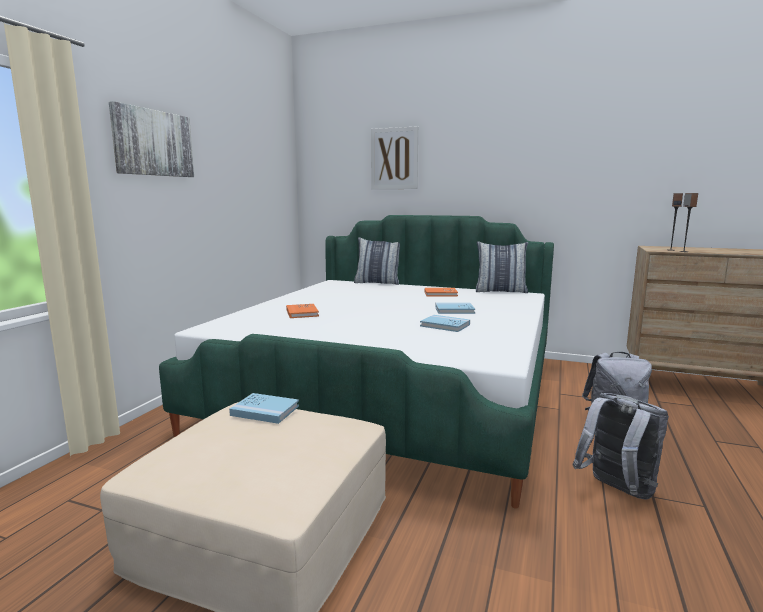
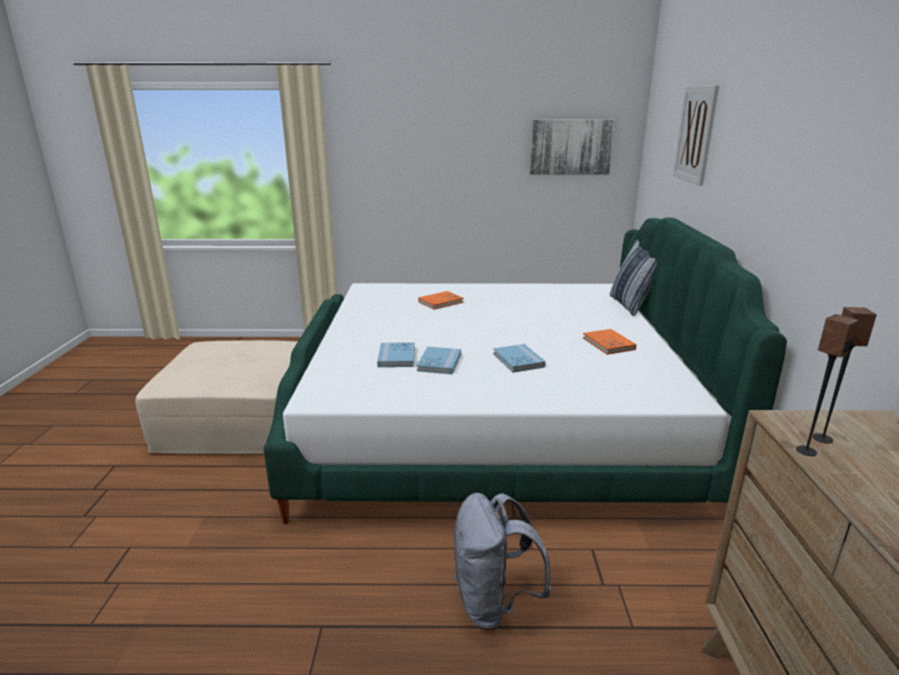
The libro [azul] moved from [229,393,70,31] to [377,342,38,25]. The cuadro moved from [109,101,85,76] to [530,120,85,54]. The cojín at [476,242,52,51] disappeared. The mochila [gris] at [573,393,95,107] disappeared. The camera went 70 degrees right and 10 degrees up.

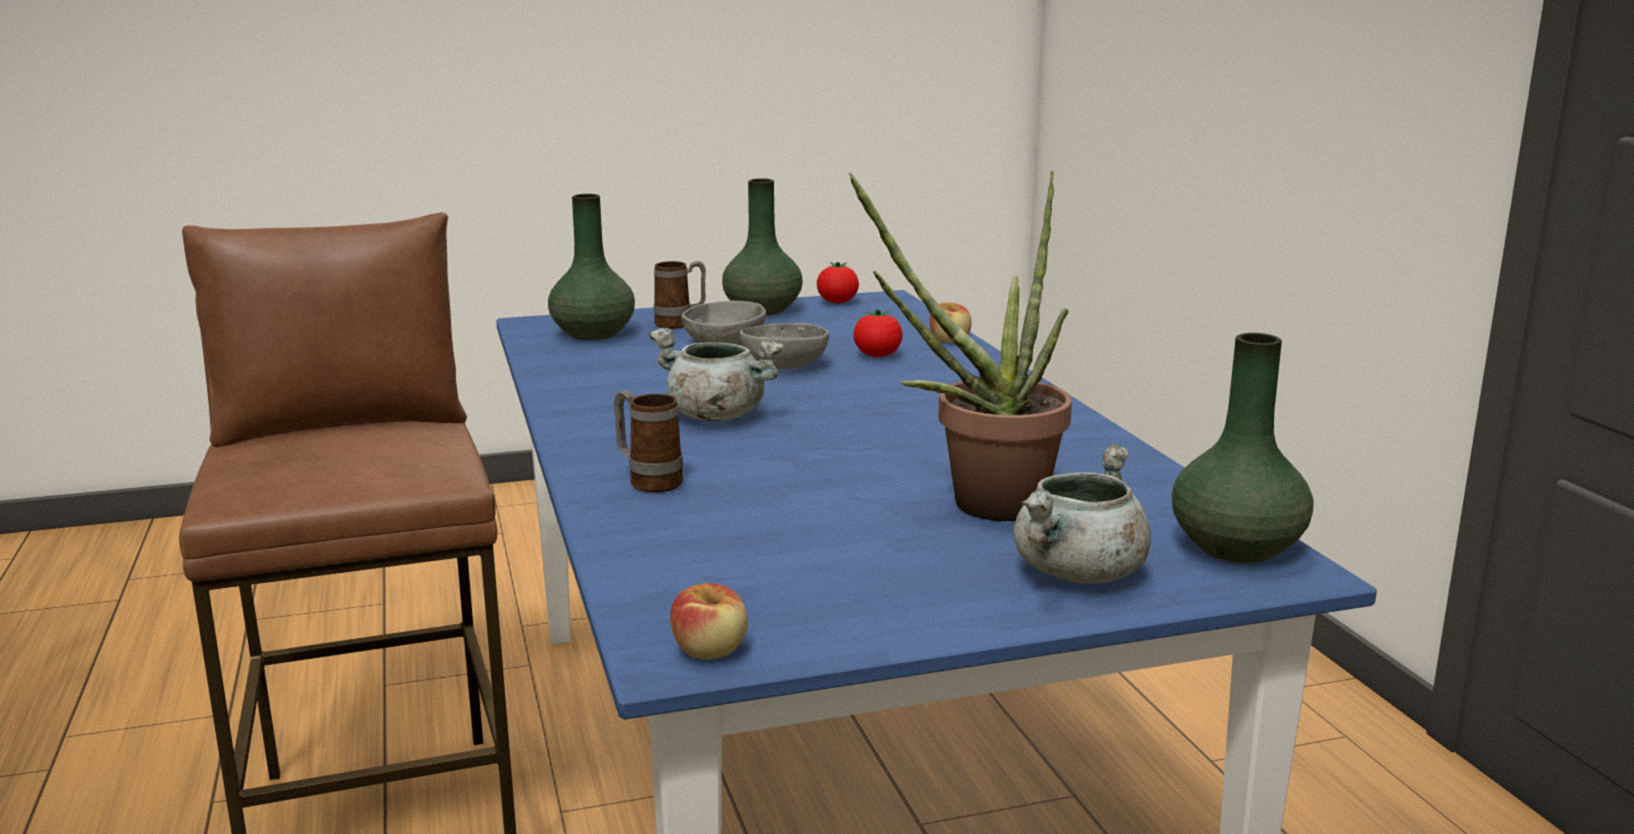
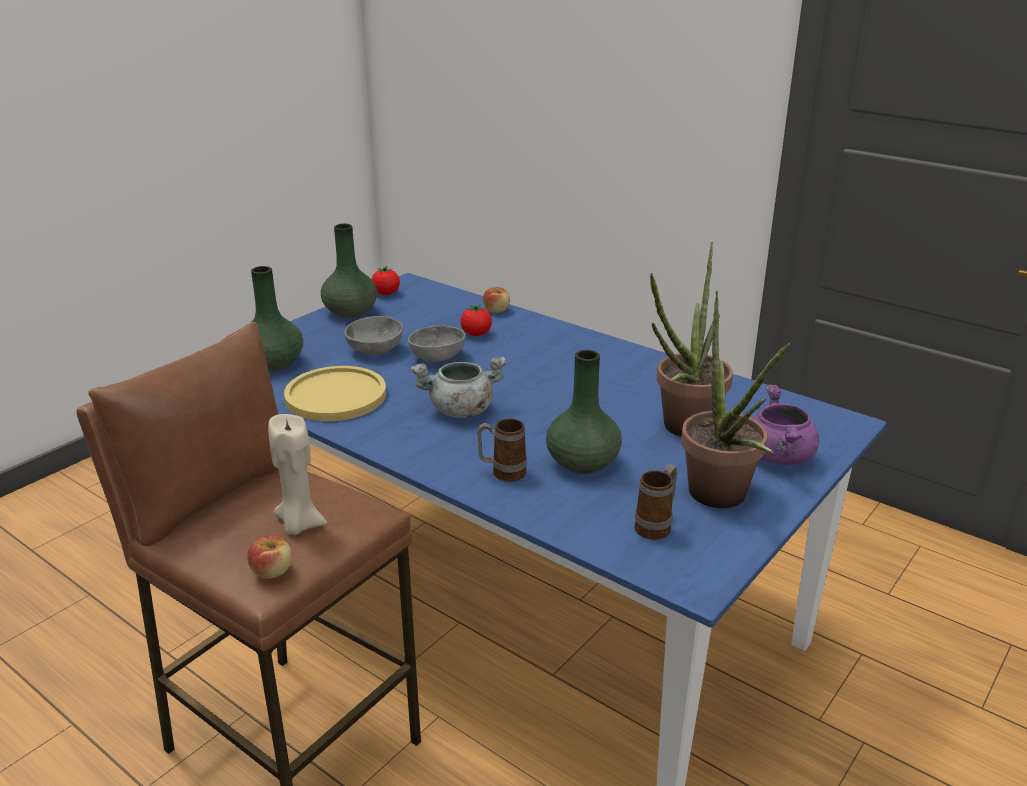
The manzana moved from [670,583,78,76] to [247,535,45,44]. The vela [beis] at [268,414,59,121] appeared. The plato [amarillo] at [284,366,102,55] appeared. The florero [verde] moved from [1171,333,142,230] to [546,350,76,124]. The taza grande moved from [654,261,52,68] to [634,464,43,76]. The planta en maceta at [681,290,109,218] appeared. The olla [gris] at [1014,444,137,140] became the olla [morado] at [753,385,66,80]. The camera went 35 degrees left and 10 degrees up.

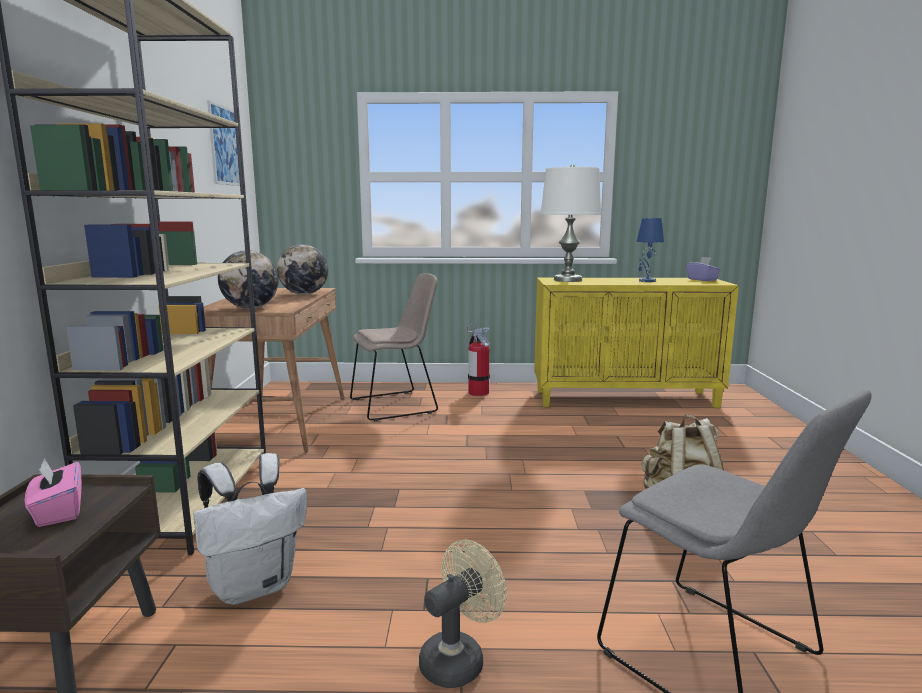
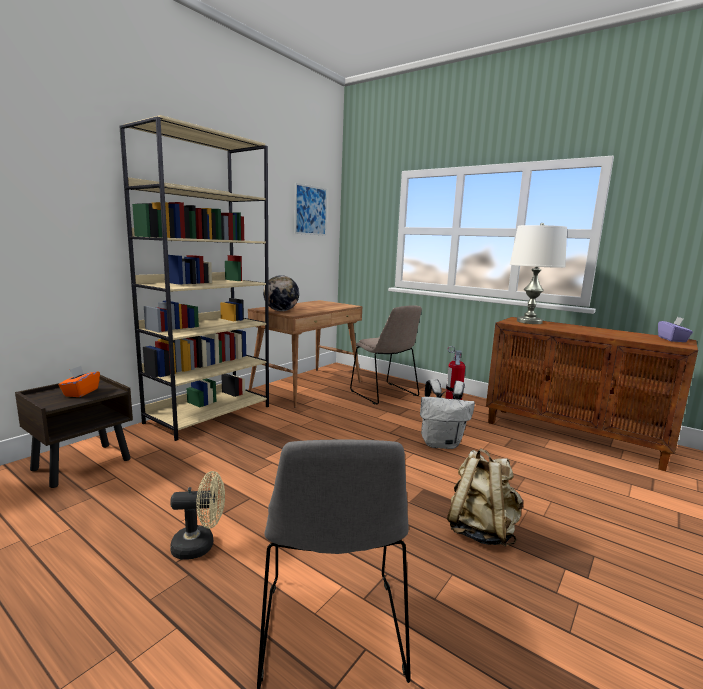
The caja de pañuelos [rosa] at [25,458,57,69] became the caja de pañuelos [naranja] at [59,366,41,31]. The silla [beis] at [350,273,88,148] turned 45 degrees clockwise. The mochila [blanco] moved from [193,453,114,152] to [420,379,55,70]. The armario [amarillo] at [534,278,205,130] became the armario [marrón] at [486,317,212,154]. The globo terráqueo at [277,244,51,51] disappeared. The lámpara de mesa [azul] at [636,218,28,64] disappeared. The camera went 35 degrees right and 0 degrees up.

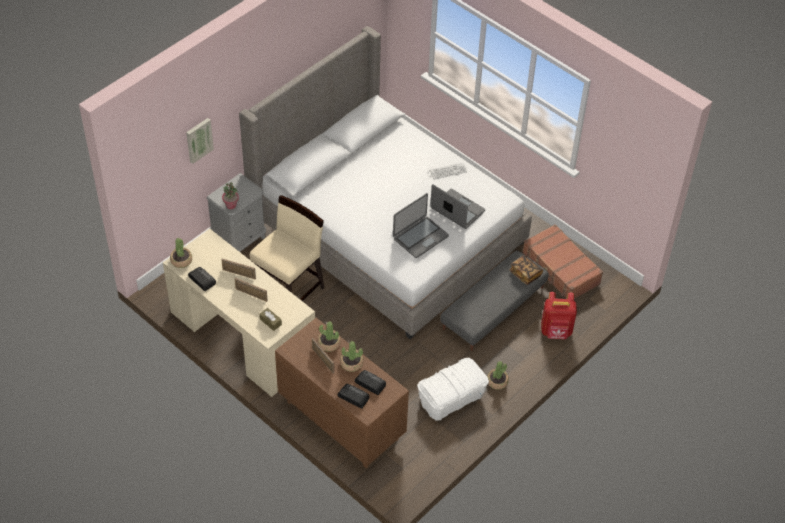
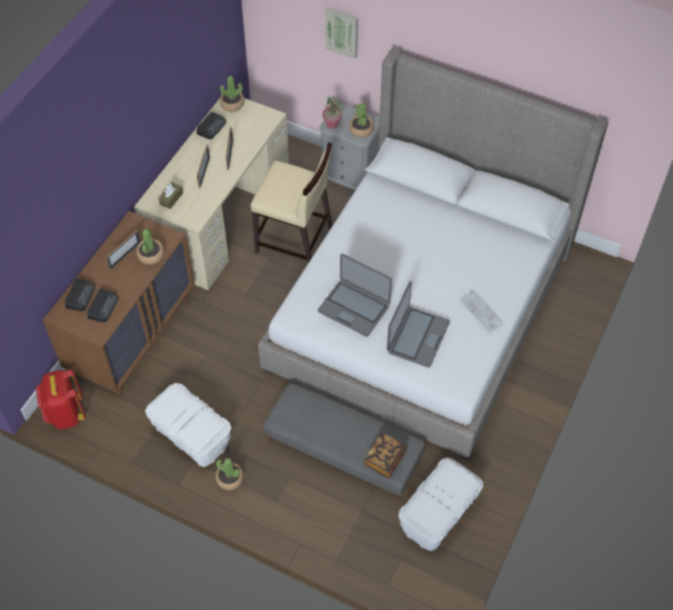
The mochila [rojo] moved from [541,292,36,47] to [36,369,49,60]. The planta en maceta moved from [340,341,23,31] to [349,103,25,35]. The maleta [marrón] at [522,224,81,75] was replaced by the caja de almacenaje [blanco] at [398,458,85,93]. The camera went 75 degrees right and 5 degrees up.

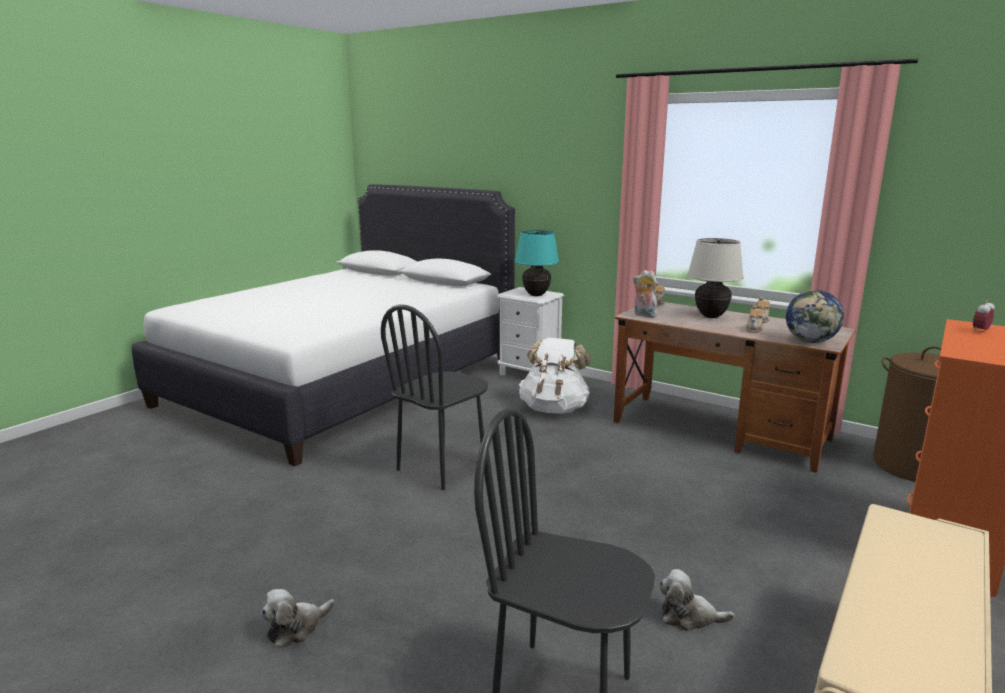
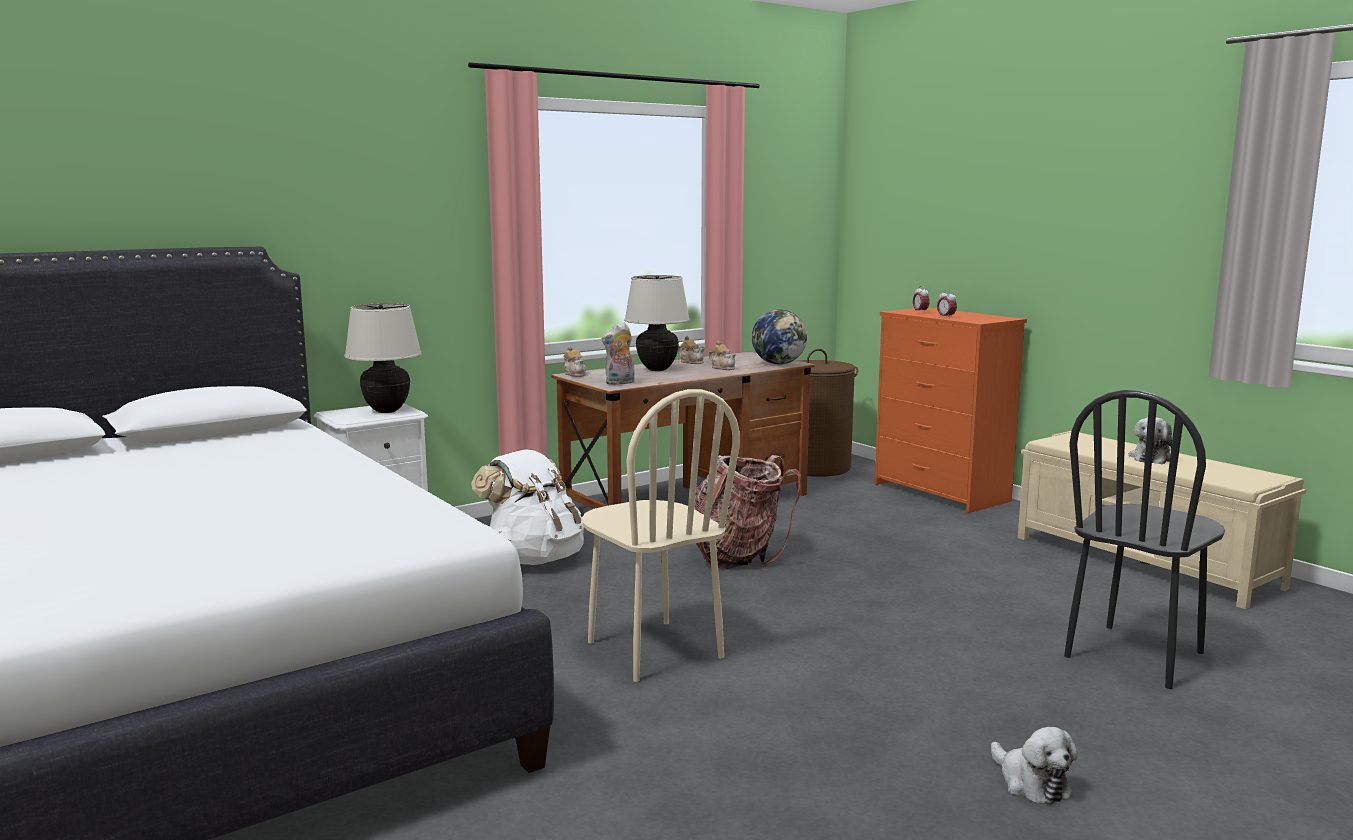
The lámpara de mesa [turquesa] at [515,230,44,66] became the lámpara de mesa [beis] at [344,303,78,110]. The silla [negro] at [381,305,107,185] became the silla [beis] at [582,389,158,293]. The mochila at [694,455,107,114] appeared. The despertador at [937,290,20,27] appeared. The peluche moved from [659,569,76,62] to [1128,417,44,47]. The camera went 70 degrees left and 5 degrees down.

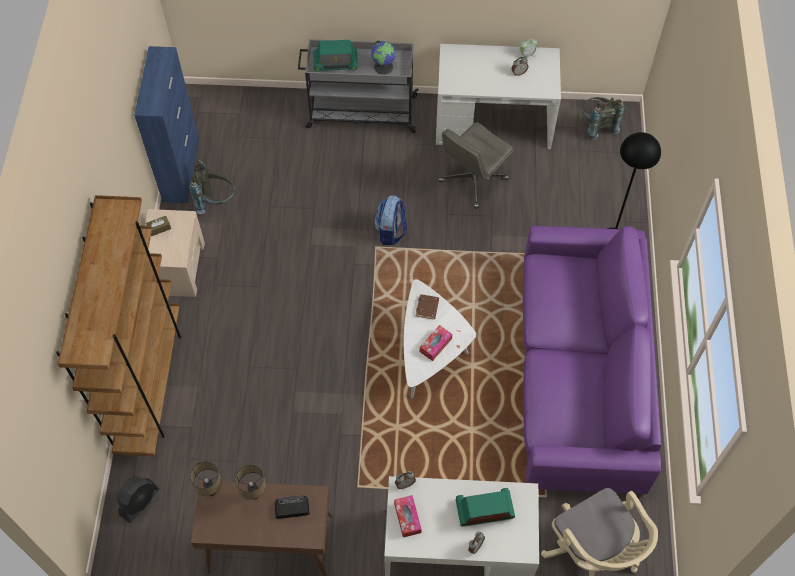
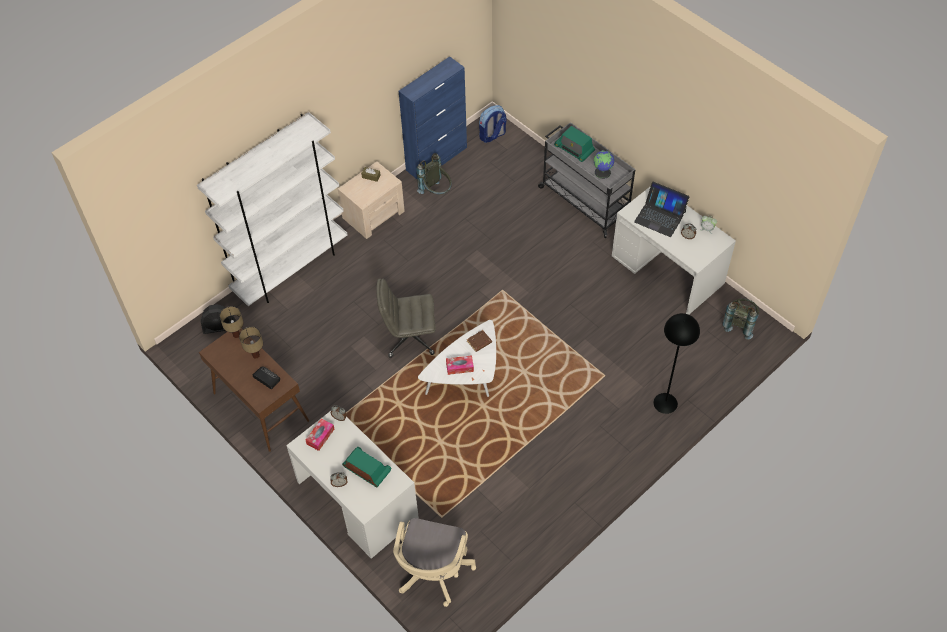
The estantería [marrón] at [56,195,125,261] became the estantería [blanco] at [197,112,151,194]. The silla de oficina [gris] moved from [438,122,75,87] to [376,278,60,80]. The mochila moved from [374,195,33,50] to [479,105,27,38]. The portátil at [634,182,56,55] appeared. The sofá [morado] at [523,226,139,268] disappeared. The camera went 45 degrees right and 5 degrees down.

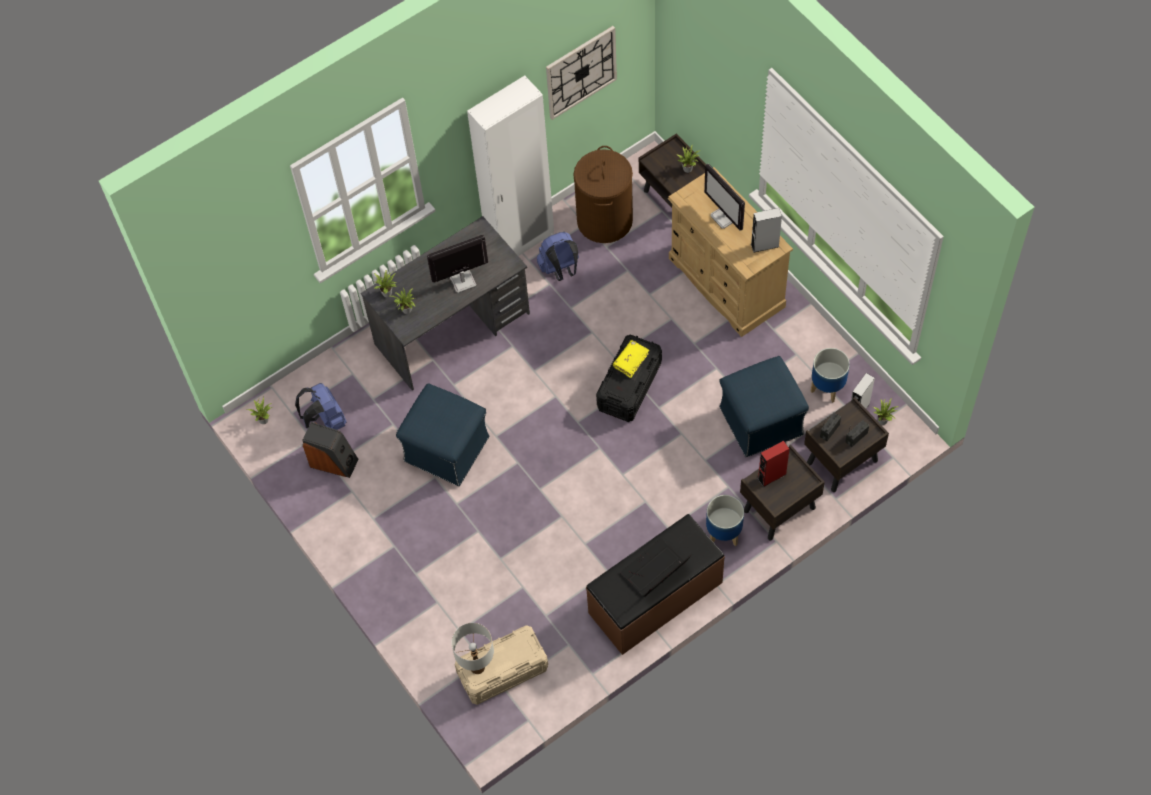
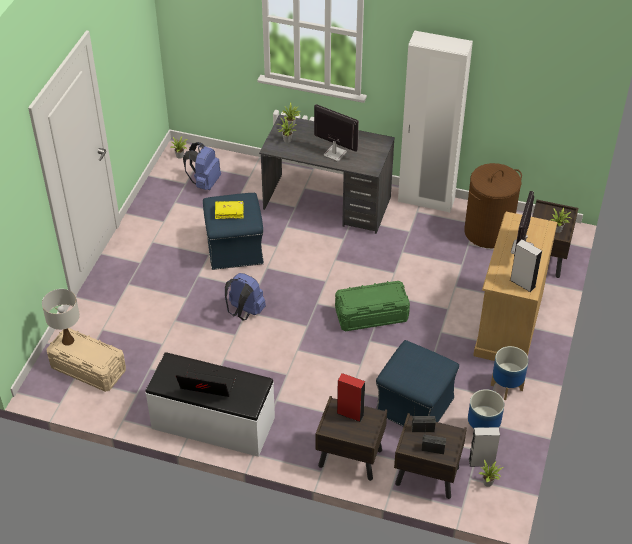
The banco [marrón] at [586,514,139,141] became the banco [blanco] at [146,352,129,105]. The libro [amarillo] moved from [613,340,36,38] to [215,201,29,18]. The mochila [azul] moved from [537,232,42,49] to [225,273,41,48]. The caja de almacenaje [negro] at [596,334,66,88] became the caja de almacenaje [verde] at [335,281,75,50]. The maceta moved from [706,495,38,51] to [491,346,38,54]. The altavoz at [302,422,57,56] disappeared. The reloj de pared at [546,26,71,94] disappeared. The camera went 50 degrees right and 15 degrees down.

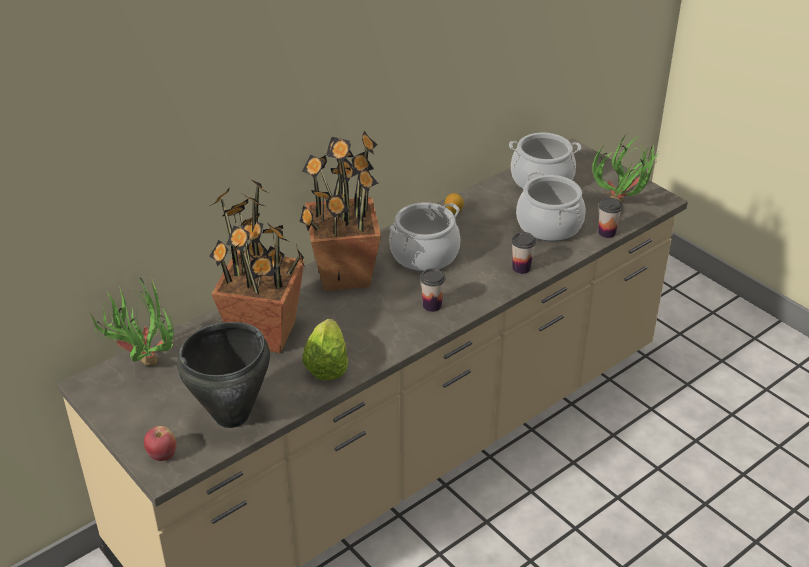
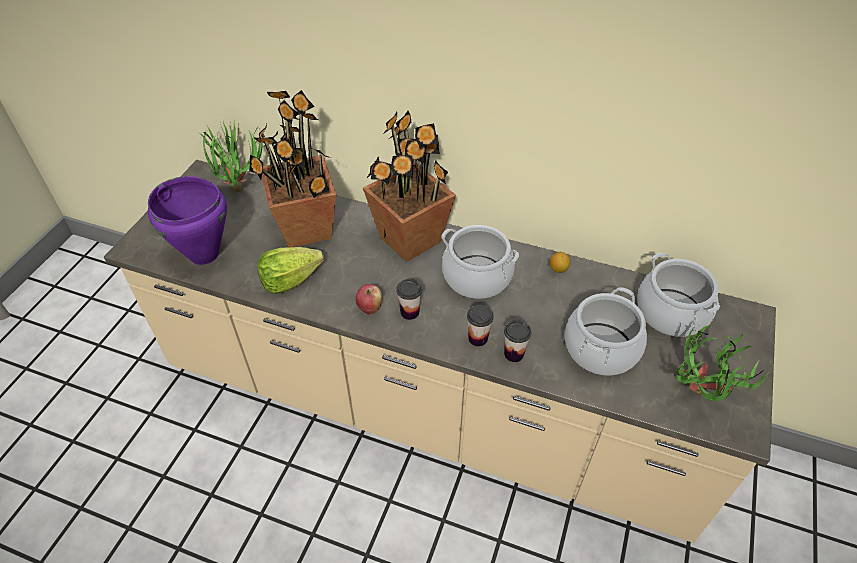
The olla [negro] at [177,322,93,106] became the olla [morado] at [148,176,79,89]. The manzana moved from [144,426,32,35] to [356,284,26,30]. The taza moved from [598,197,24,41] to [467,305,27,42]. The camera went 60 degrees right and 10 degrees up.

